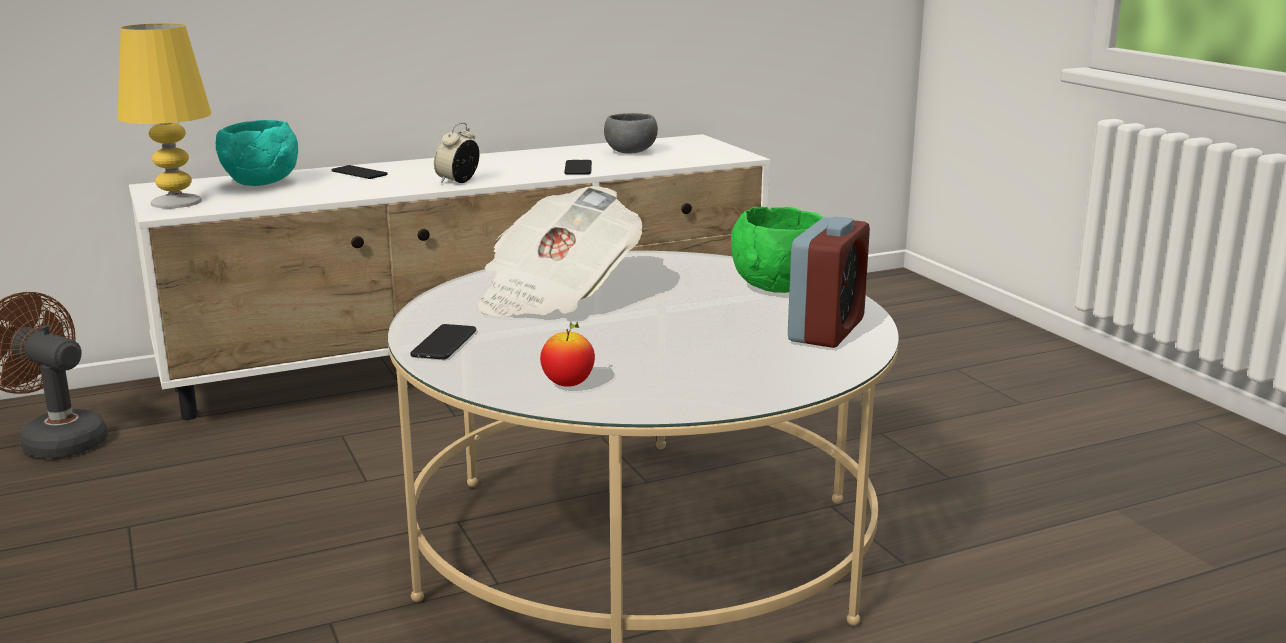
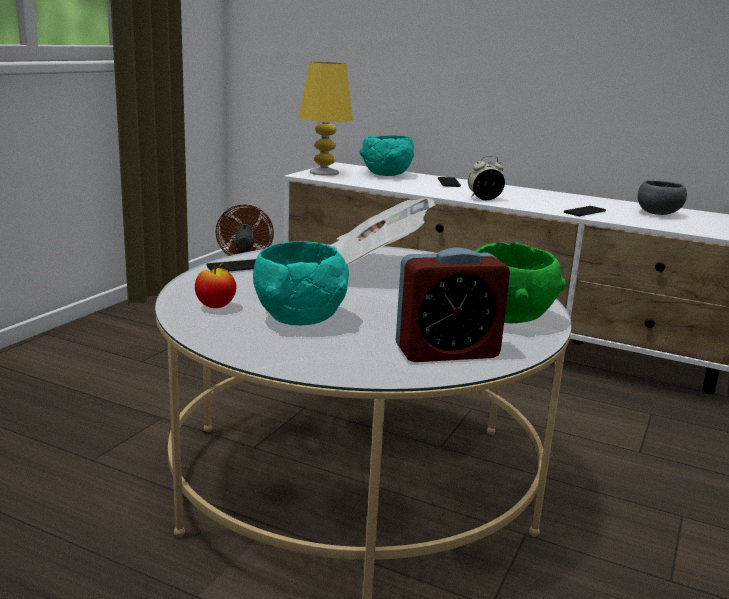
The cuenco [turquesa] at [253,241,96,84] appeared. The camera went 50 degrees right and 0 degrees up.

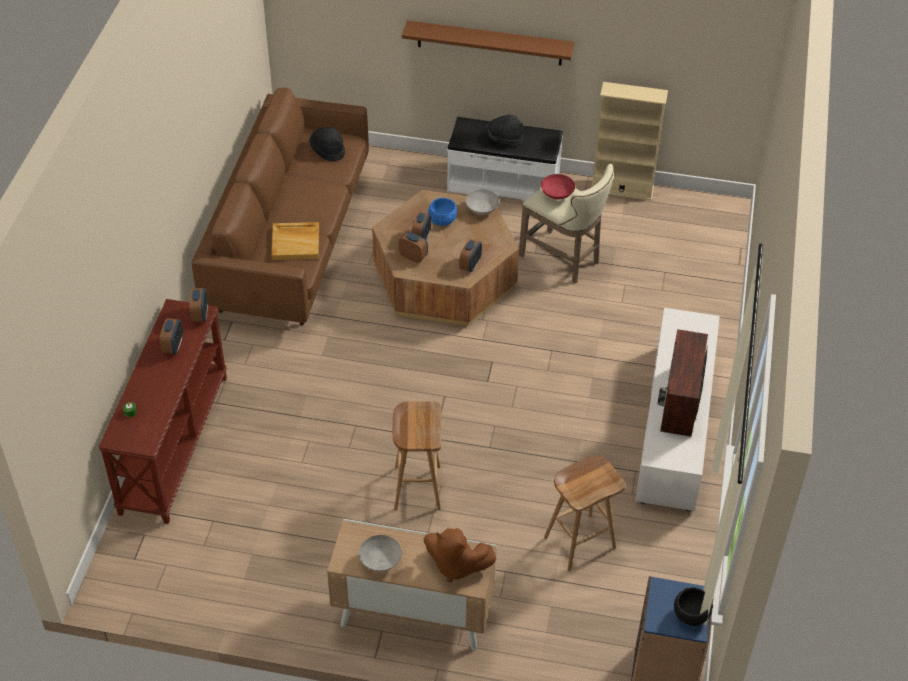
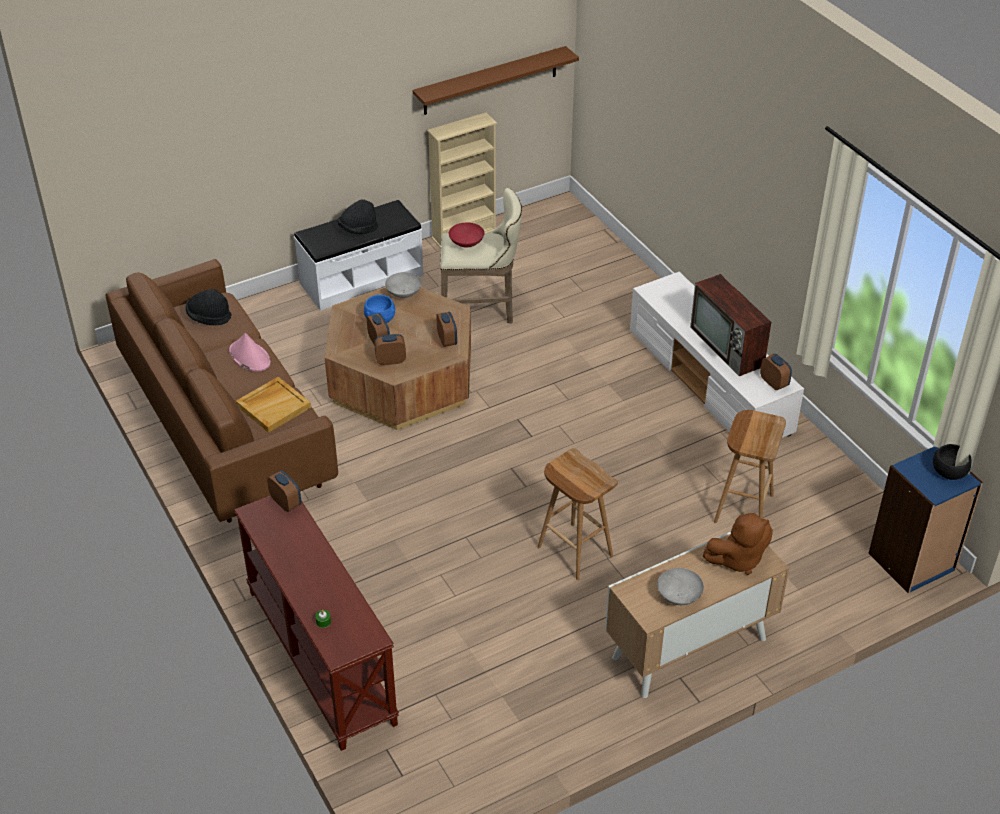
The sombrero [rosa] at [229,333,41,38] appeared. The estante [marrón] moved from [402,20,173,46] to [413,46,166,69]. The despertador moved from [160,318,23,36] to [760,354,32,36]. The camera went 40 degrees left and 5 degrees down.

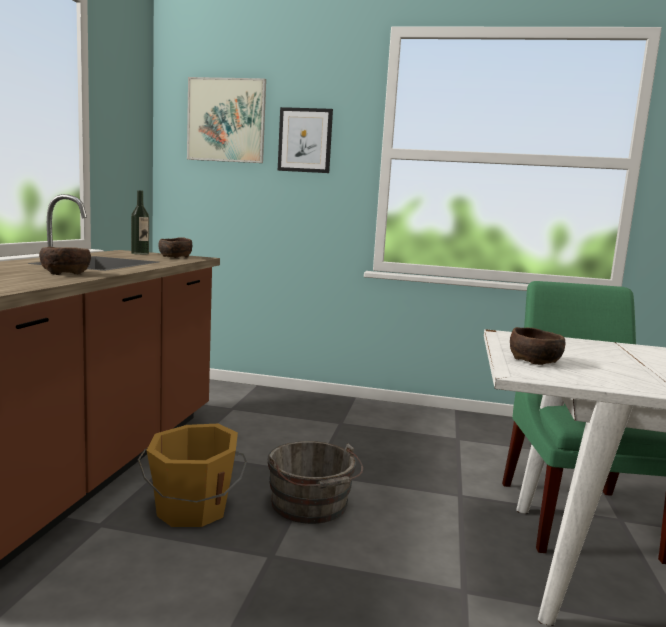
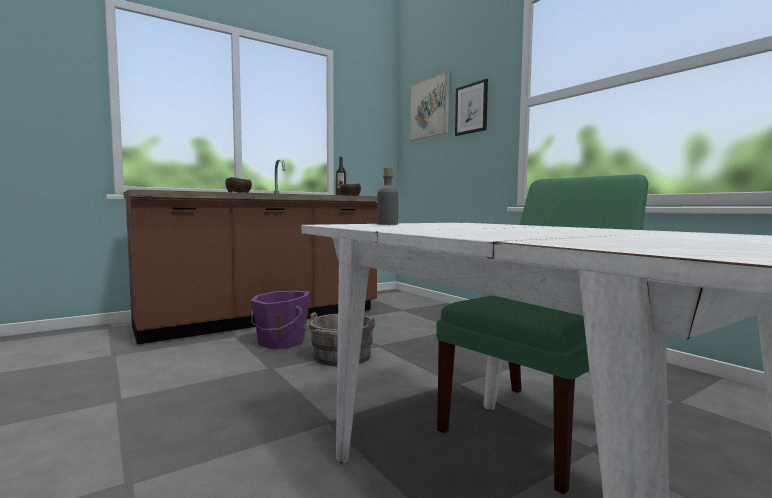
The cubo [naranja] at [138,424,109,103] became the cubo [morado] at [250,291,60,58]. The cuenco [marrón] at [510,327,55,38] was replaced by the botella [gris] at [377,168,21,57]. The camera went 45 degrees right and 5 degrees down.

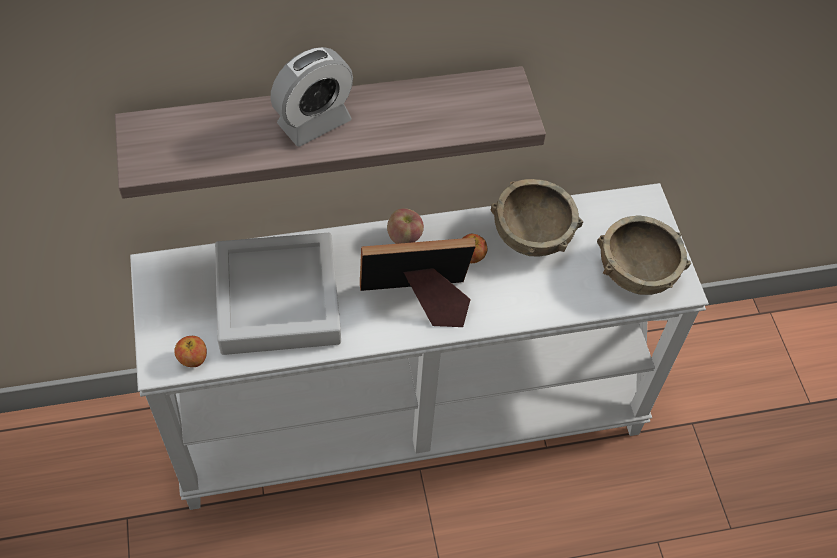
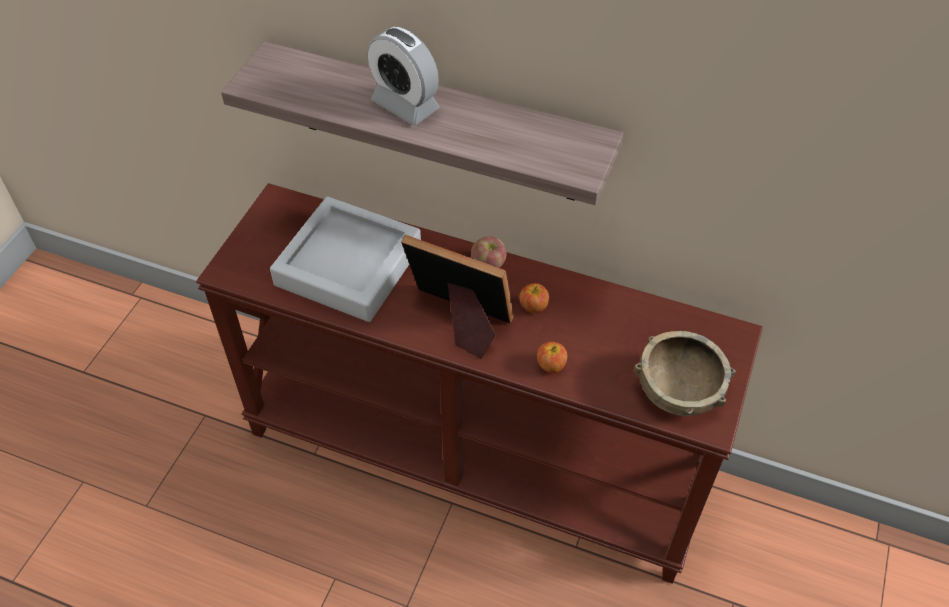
The mesa consola [blanco] at [130,183,579,327] became the mesa consola [marrón] at [196,183,567,401]. The despertador at [270,47,83,99] turned 45 degrees clockwise. The manzana moved from [174,336,33,31] to [537,342,30,31]. The cuenco [marrón] at [491,179,92,78] disappeared. The camera went 35 degrees right and 5 degrees down.

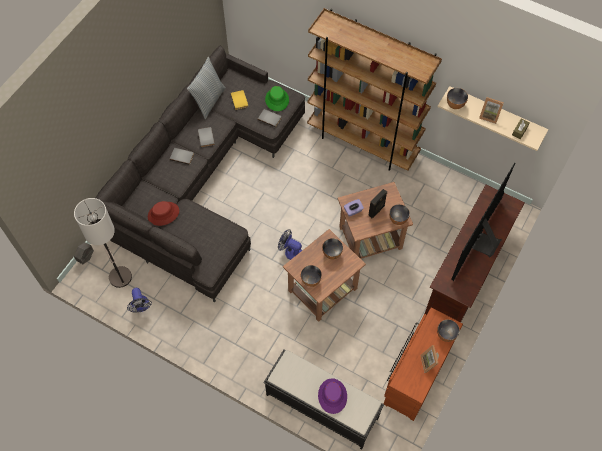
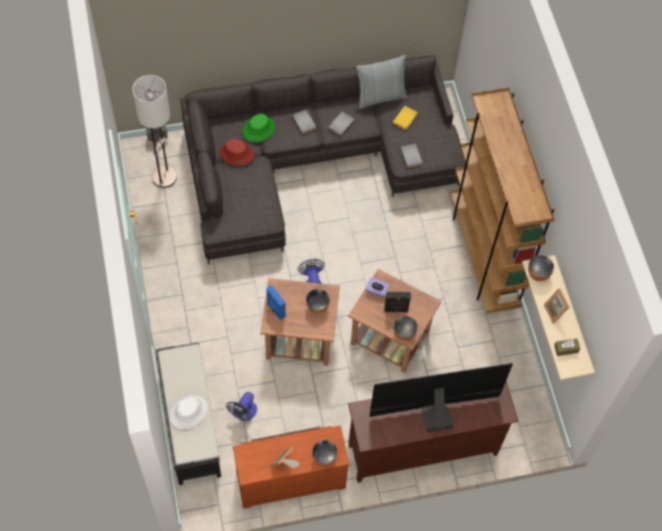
The sombrero [morado] at [318,378,29,36] became the sombrero [blanco] at [170,395,38,34]. The ventilador moved from [127,288,25,24] to [226,392,31,30]. The sombrero [verde] moved from [265,86,24,25] to [243,114,32,28]. The cuenco at [301,265,21,22] was replaced by the altavoz [azul] at [266,285,20,35]. The camera went 45 degrees right and 0 degrees up.

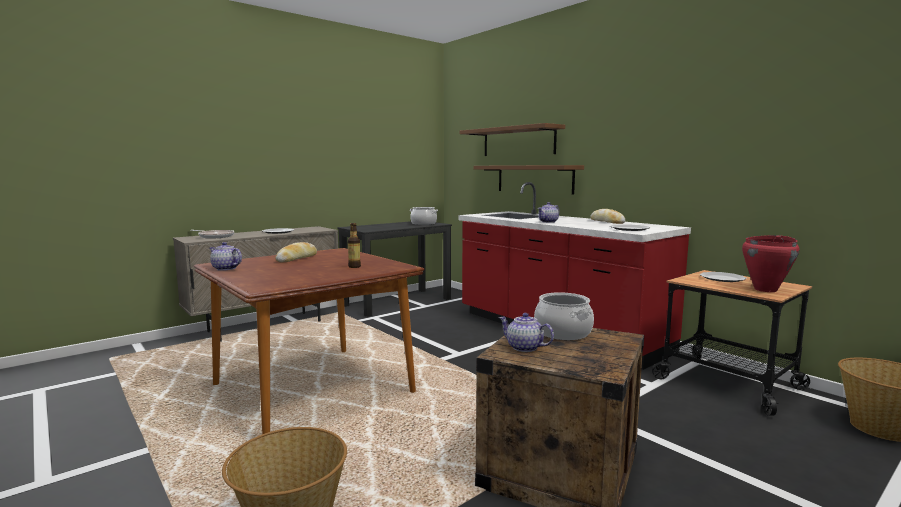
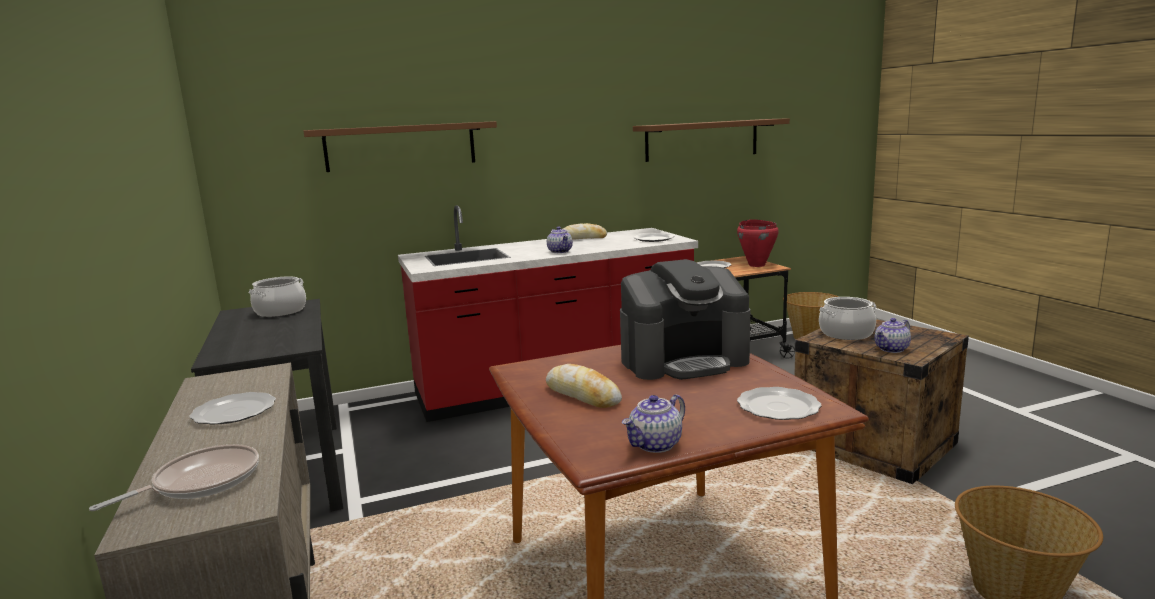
The botella at [348,223,13,45] was replaced by the cafetera at [620,259,130,121]. The estante [marrón] moved from [474,165,110,29] to [633,118,157,44]. The plato at [737,387,84,33] appeared. The camera went 70 degrees left and 5 degrees up.

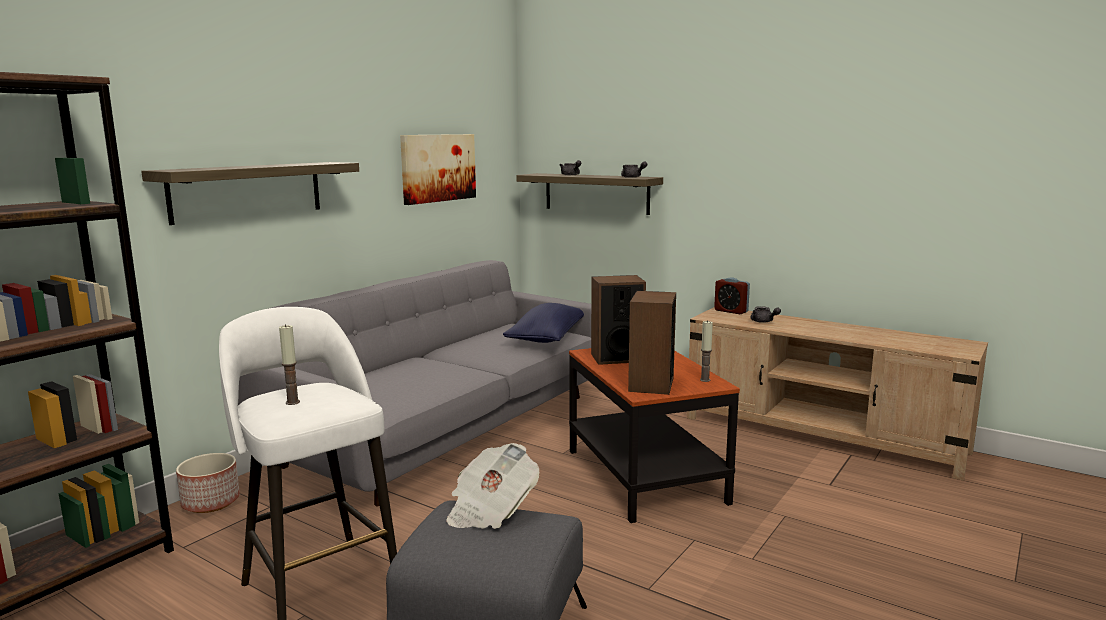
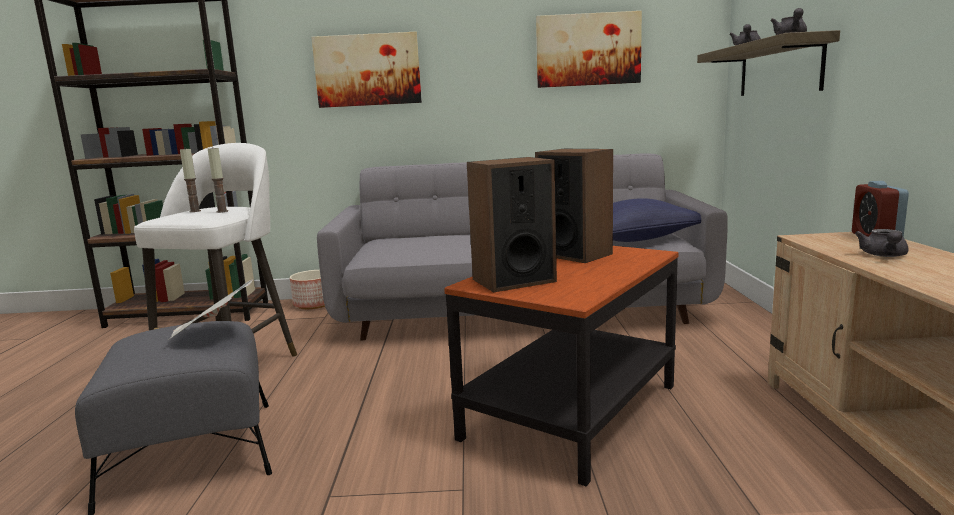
The vela moved from [700,320,13,62] to [208,146,20,67]. The estante at [141,162,218,63] was replaced by the cuadro at [311,32,111,76]. The camera went 55 degrees right and 0 degrees up.

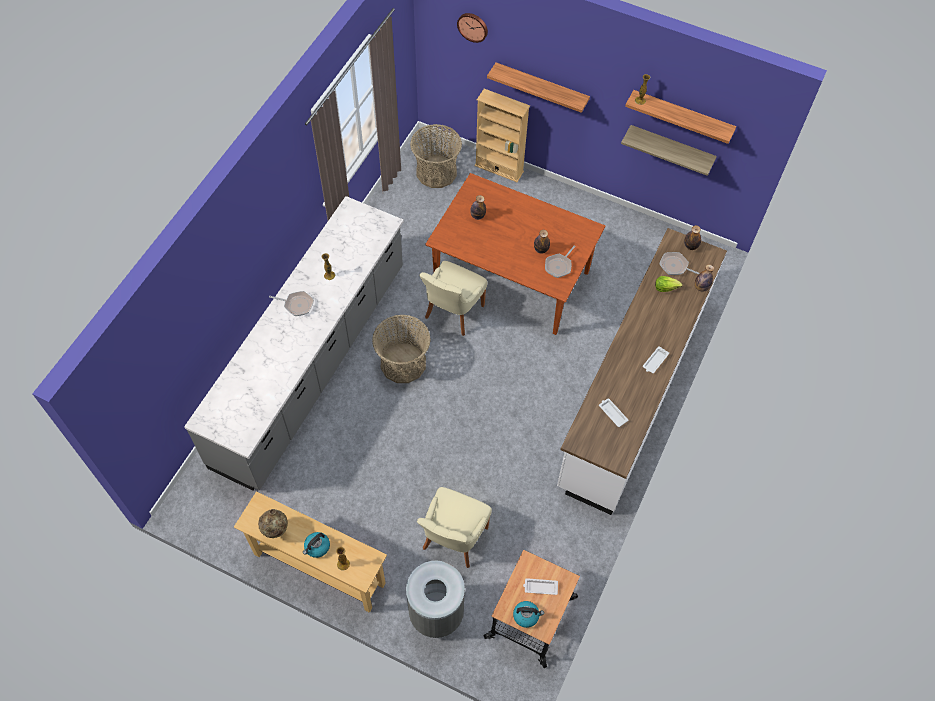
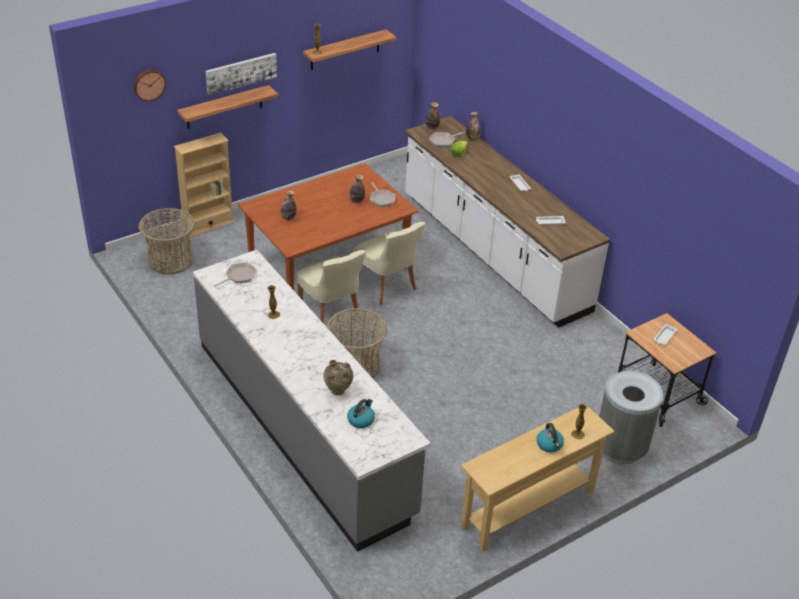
The cuadro at [206,53,71,42] appeared. The sartén moved from [269,291,45,25] to [214,263,43,24]. The florero [beis] moved from [258,509,30,29] to [323,360,30,35]. The hervidor moved from [513,601,31,27] to [347,399,28,29]. The silla [beis] moved from [417,487,75,81] to [354,222,72,83]. The estante at [621,125,96,51] disappeared. The camera went 60 degrees left and 20 degrees down.

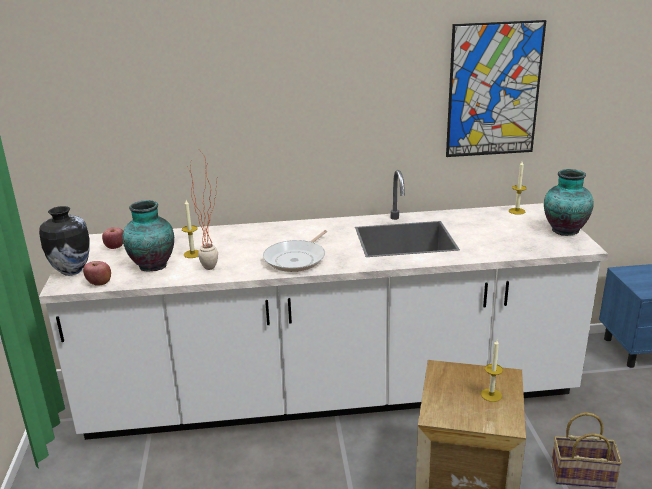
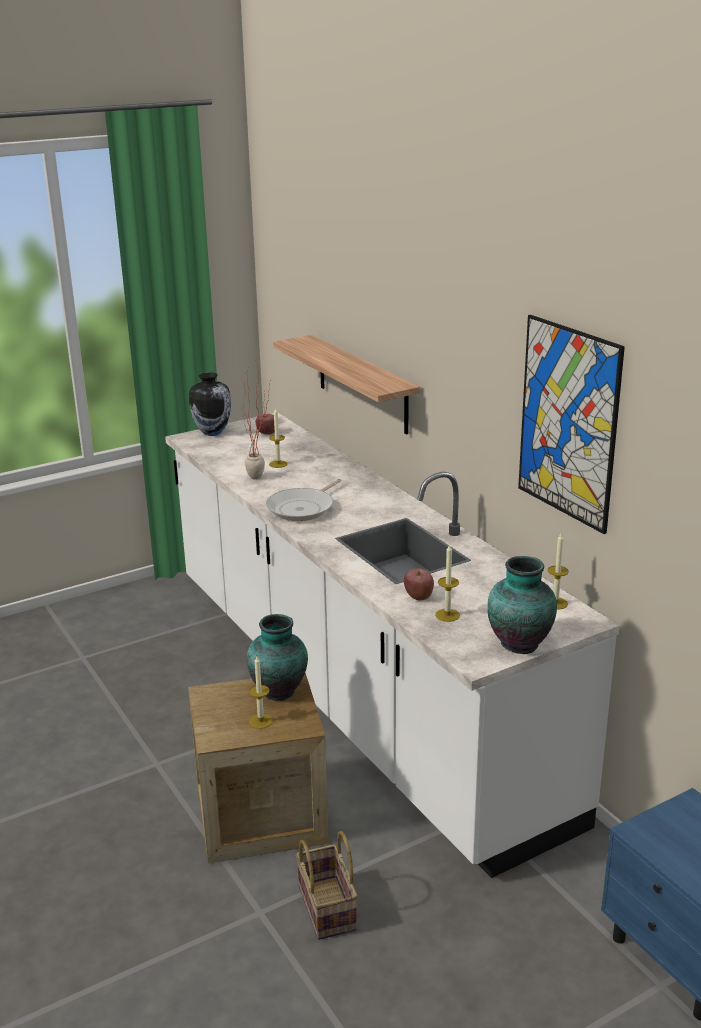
The florero moved from [123,200,51,71] to [247,614,61,87]. The sartén at [263,230,64,42] turned 60 degrees counterclockwise. The estante at [273,335,148,99] appeared. The manzana moved from [83,261,28,25] to [404,568,30,32]. The vela at [435,544,25,78] appeared. The camera went 65 degrees right and 0 degrees up.

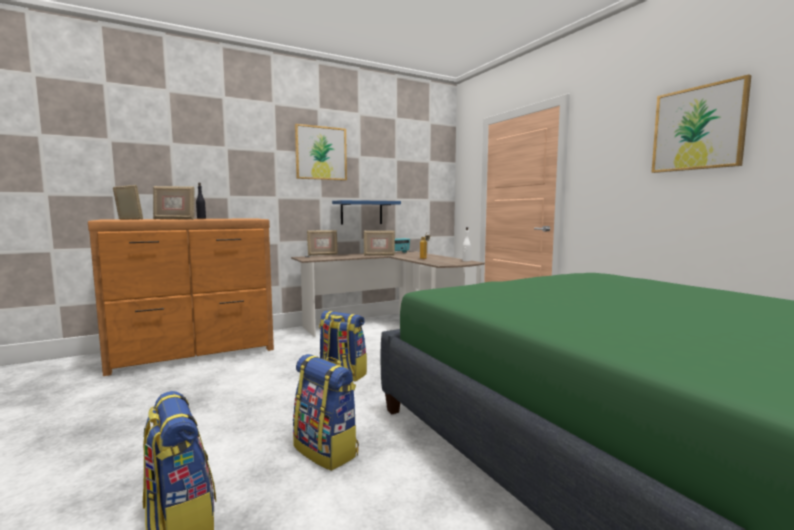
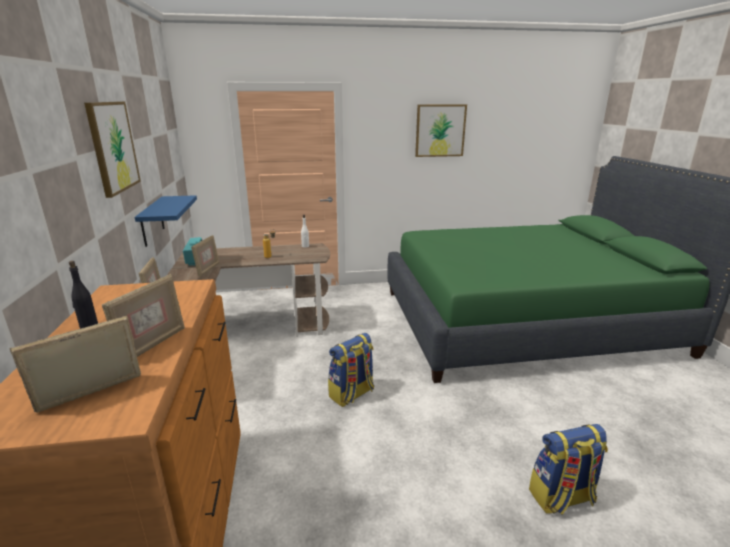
The mochila at [293,354,66,117] disappeared. The camera went 70 degrees left and 15 degrees up.

